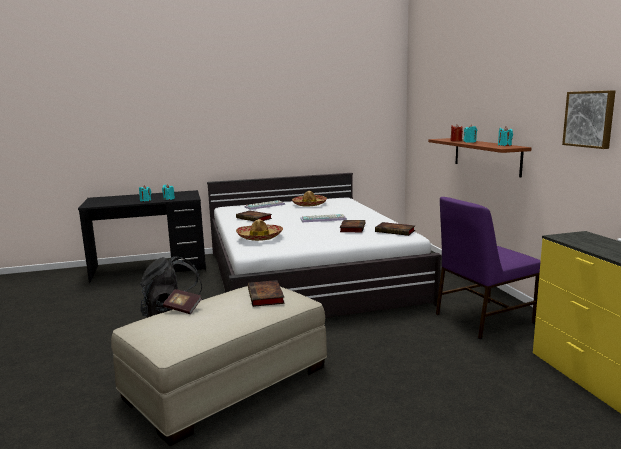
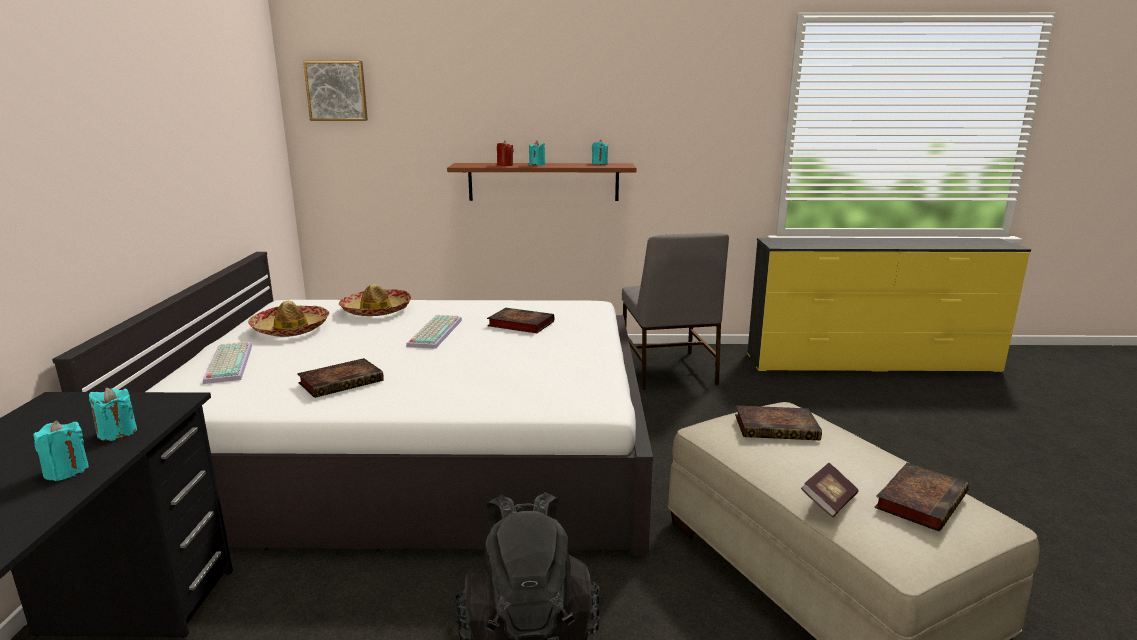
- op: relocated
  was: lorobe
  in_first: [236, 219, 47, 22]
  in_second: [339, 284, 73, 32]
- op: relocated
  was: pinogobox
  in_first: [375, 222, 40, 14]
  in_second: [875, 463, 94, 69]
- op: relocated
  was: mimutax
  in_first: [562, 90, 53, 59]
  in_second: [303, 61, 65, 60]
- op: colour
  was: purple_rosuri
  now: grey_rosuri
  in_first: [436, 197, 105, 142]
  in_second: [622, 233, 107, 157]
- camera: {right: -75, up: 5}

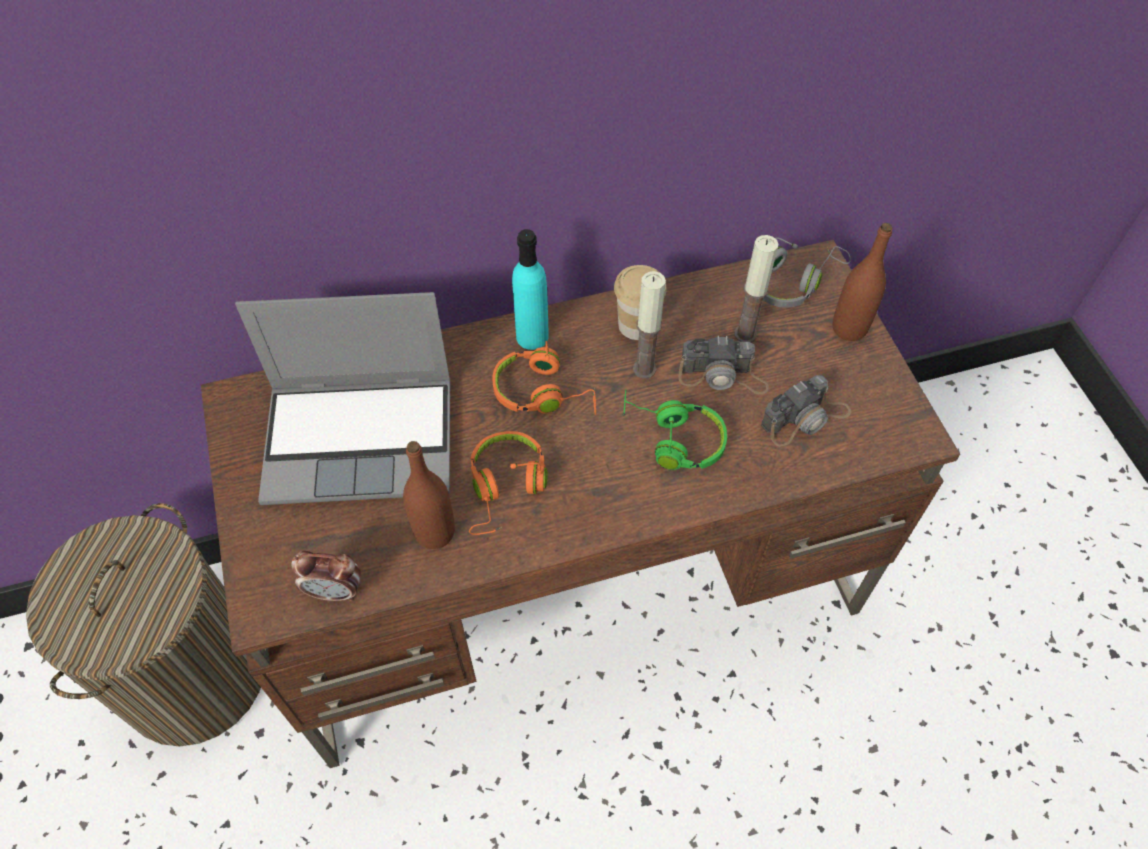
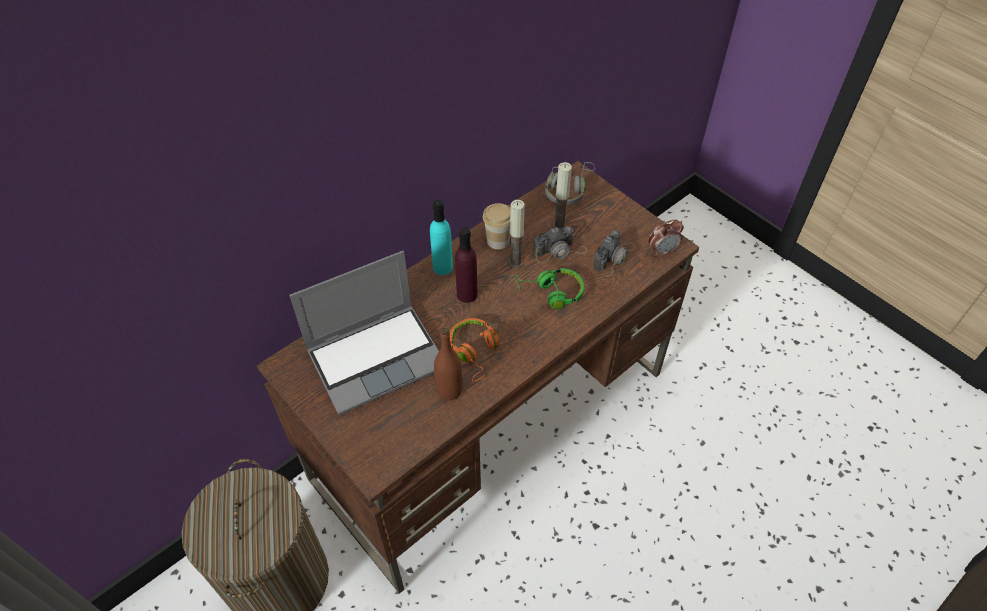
- op: missing
  was: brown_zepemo
  in_first: [833, 223, 59, 118]
- op: relocated
  was: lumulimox
  in_first: [291, 551, 70, 50]
  in_second: [648, 219, 36, 38]
- op: exchanged
  was: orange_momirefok
  now: purple_zepemo
  in_first: [492, 341, 104, 74]
  in_second: [455, 227, 22, 76]
- camera: {right: -25, up: -5}

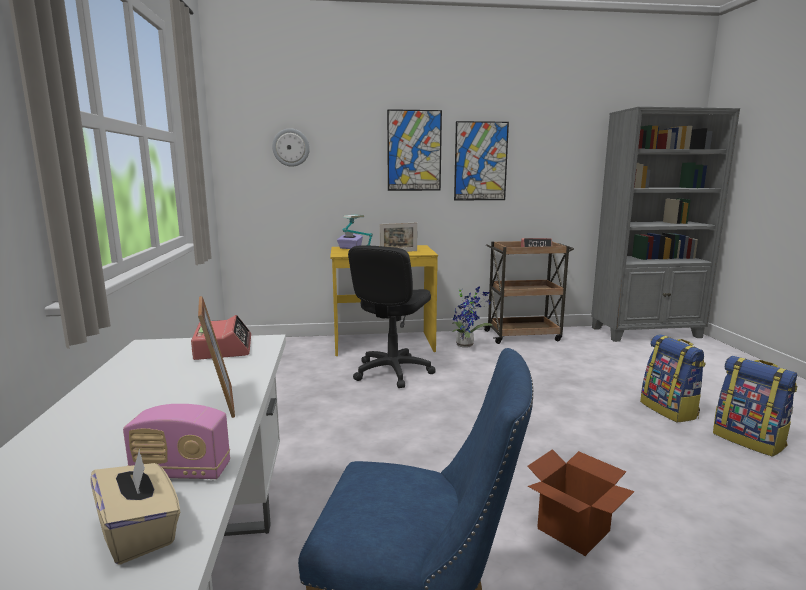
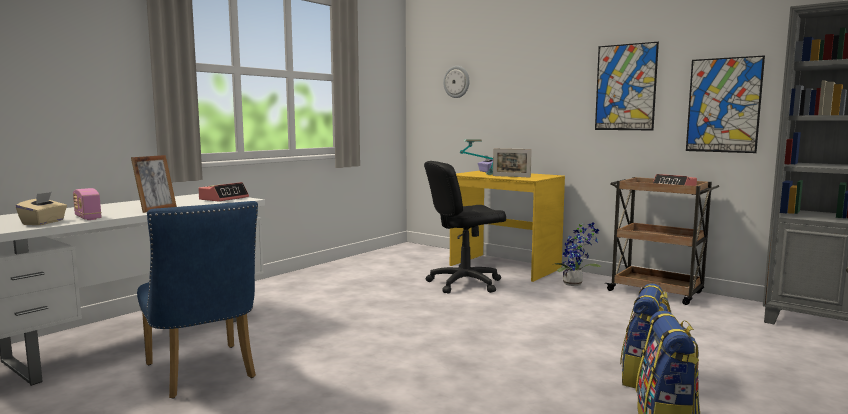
- op: missing
  was: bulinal
  in_first: [527, 449, 108, 107]
- op: relocated
  was: mimutax
  in_first: [387, 109, 55, 82]
  in_second: [686, 55, 79, 98]
- camera: {right: 45, up: -5}

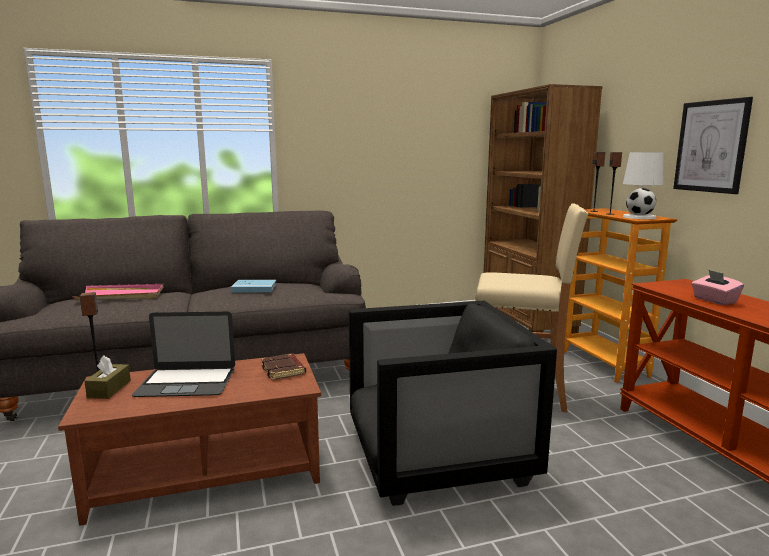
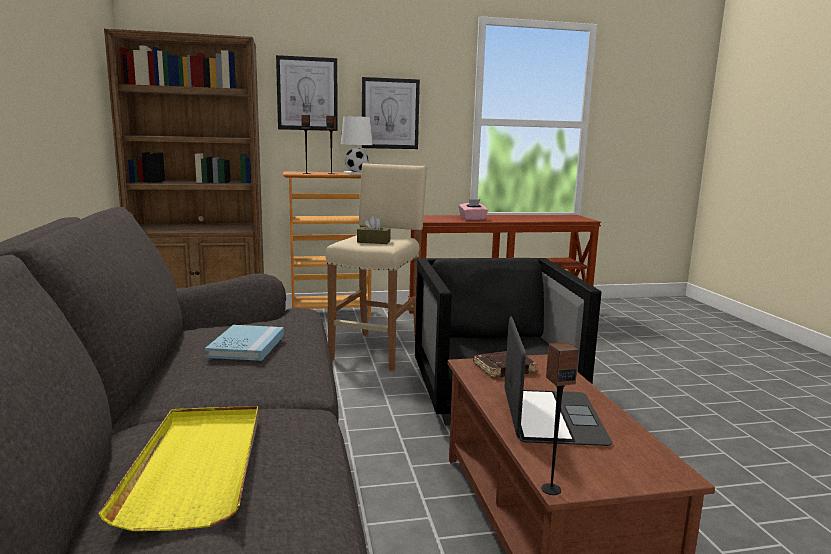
- op: appeared
  now: mimutax
  in_second: [276, 55, 62, 76]
- op: relocated
  was: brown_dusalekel
  in_first: [84, 356, 47, 43]
  in_second: [357, 216, 34, 28]
- op: colour
  was: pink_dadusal
  now: yellow_dadusal
  in_first: [73, 284, 90, 17]
  in_second: [99, 406, 159, 125]
- camera: {right: -85, up: 0}

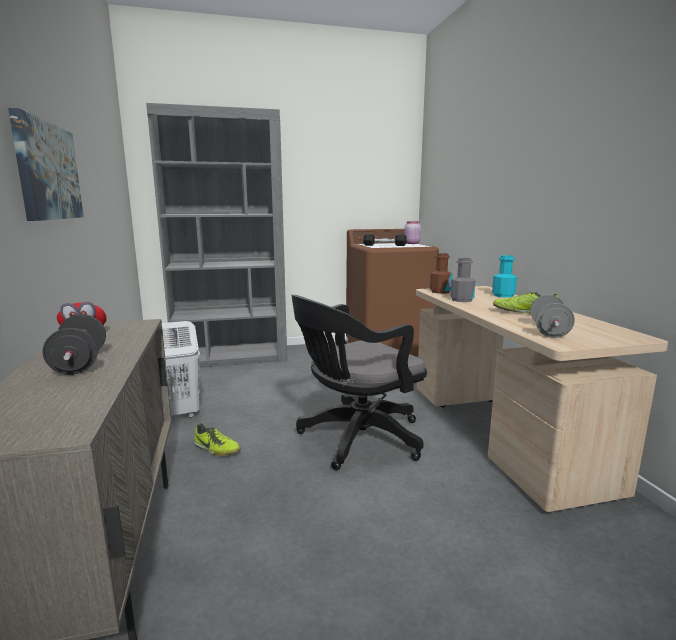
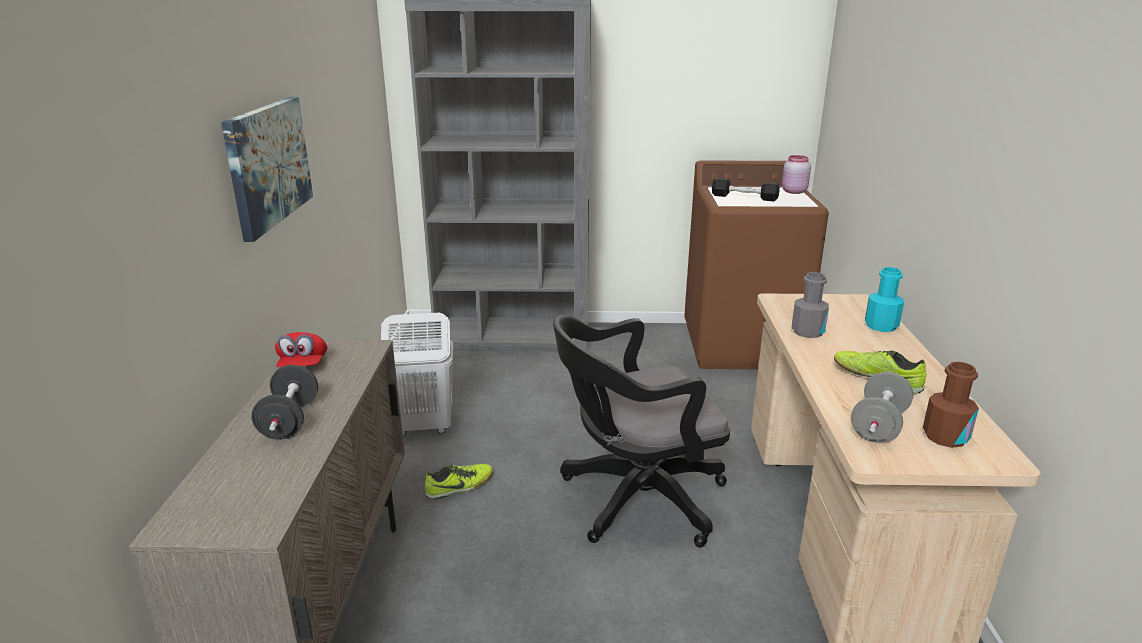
- op: relocated
  was: brown_zepemo
  in_first: [430, 253, 23, 41]
  in_second: [923, 362, 56, 86]
- op: spun
  was: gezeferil
  in_first: [194, 423, 47, 33]
  in_second: [425, 464, 68, 36]
  clockwise: -75
- camera: {right: 15, up: 10}

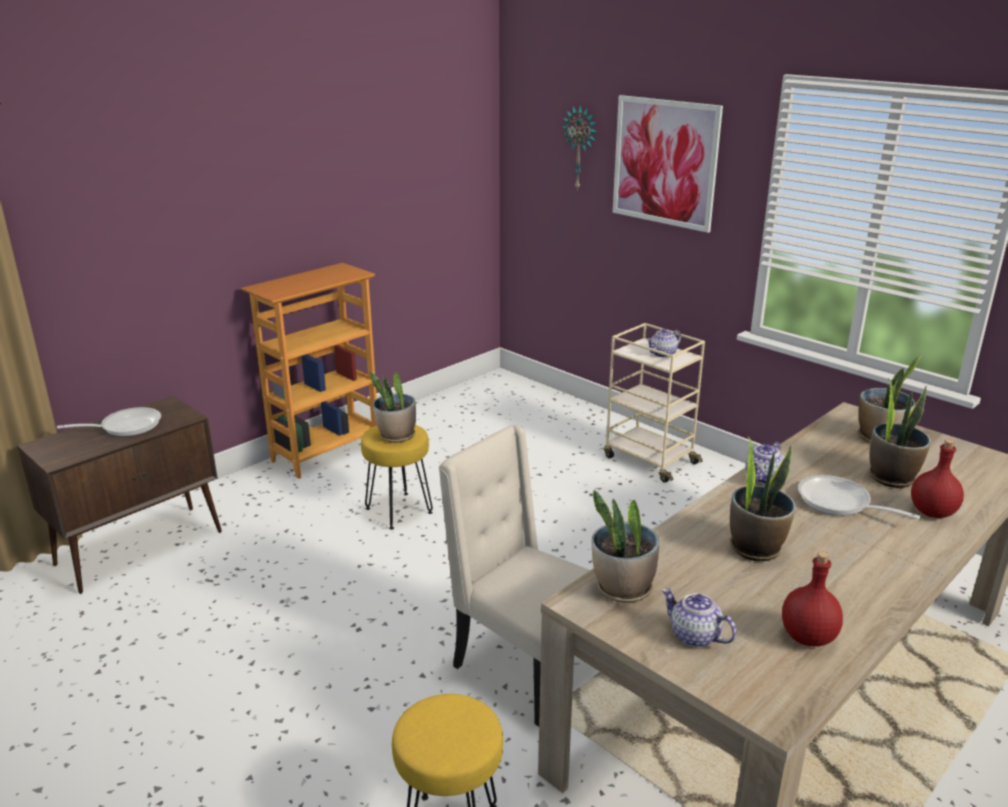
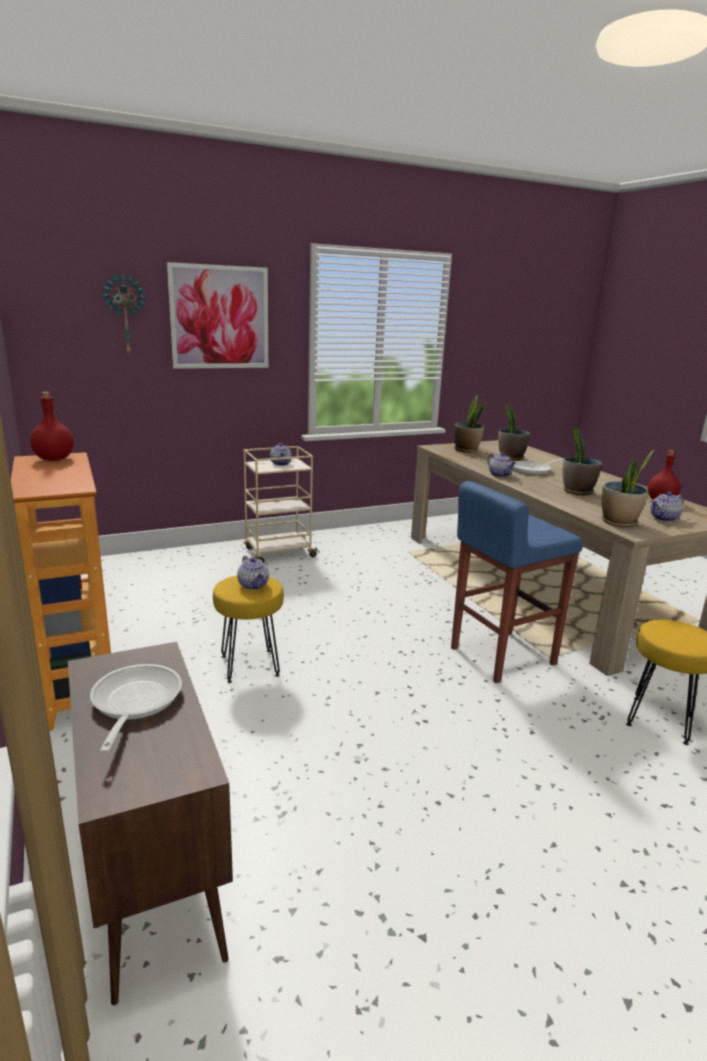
- op: relocated
  was: red_zepemo
  in_first: [911, 439, 53, 79]
  in_second: [30, 392, 43, 69]
- op: exchanged
  was: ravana
  now: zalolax
  in_first: [370, 371, 46, 72]
  in_second: [237, 556, 32, 34]
- op: exchanged
  was: beige_rosuri
  now: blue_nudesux
  in_first: [439, 425, 151, 302]
  in_second: [451, 481, 132, 202]
- camera: {right: -70, up: -5}

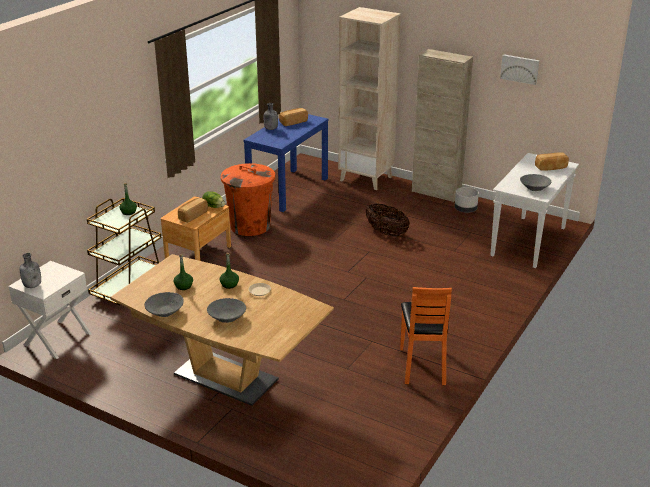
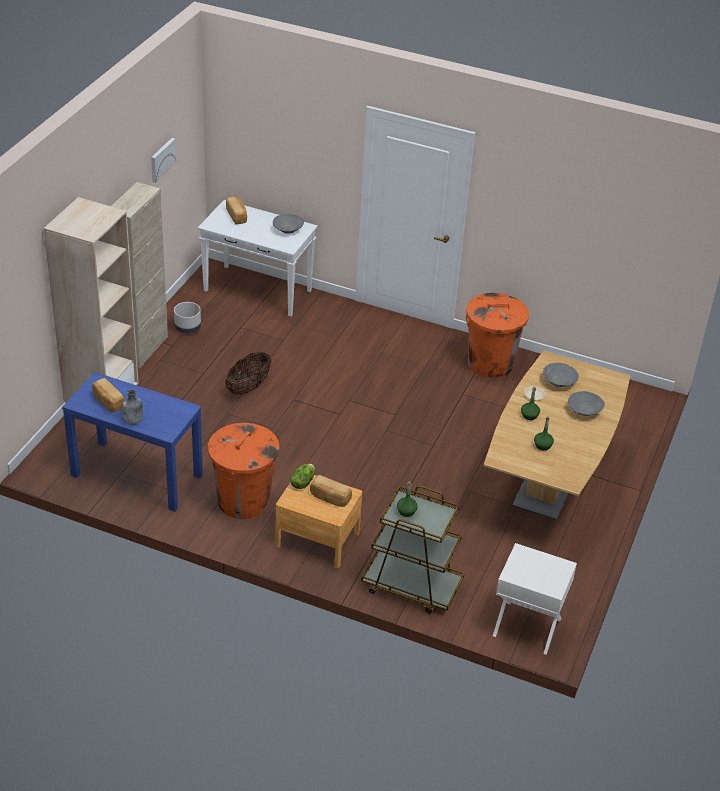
- op: missing
  was: grey_zepemo
  in_first: [20, 253, 21, 35]
- op: relocated
  was: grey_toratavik
  in_first: [144, 292, 40, 25]
  in_second: [543, 363, 36, 24]
- op: exchanged
  was: orange_rosuri
  now: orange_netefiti
  in_first: [400, 287, 52, 98]
  in_second: [466, 293, 63, 85]
- camera: {right: -100, up: 10}

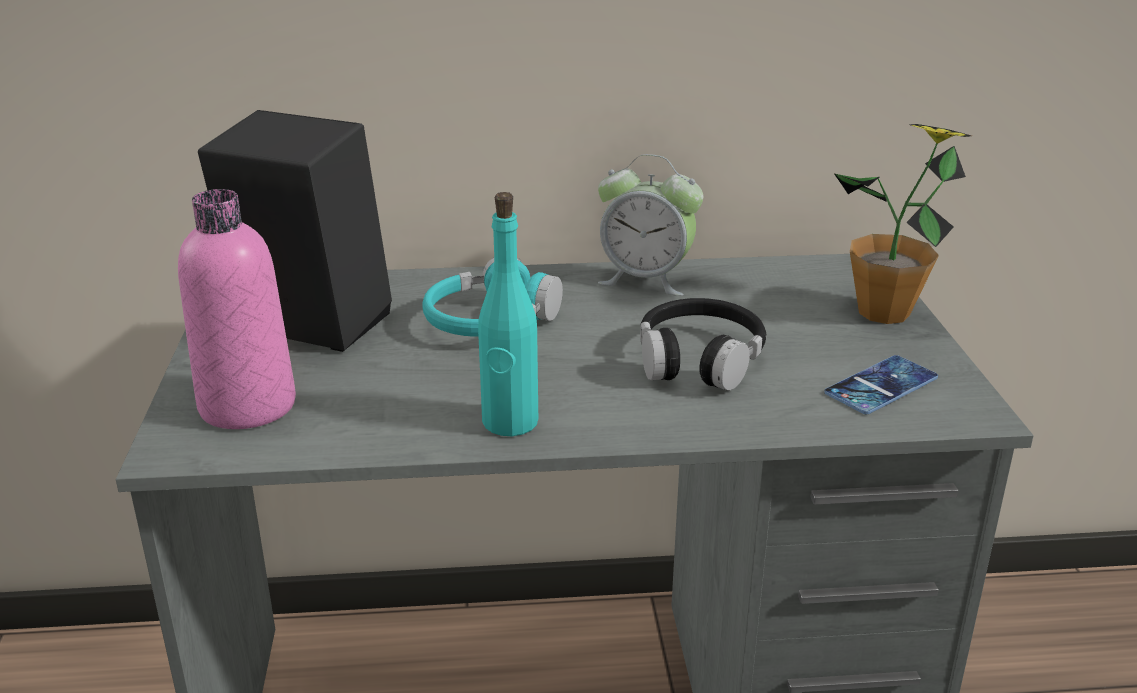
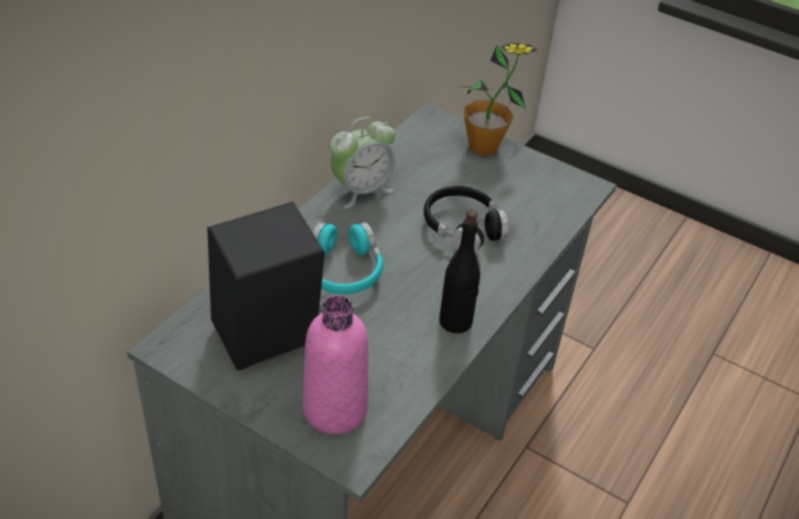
- op: missing
  was: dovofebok
  in_first: [824, 355, 114, 59]
- op: colour
  was: turquoise_zepemo
  now: black_zepemo
  in_first: [478, 192, 60, 244]
  in_second: [439, 209, 41, 124]
- camera: {right: -55, up: 15}

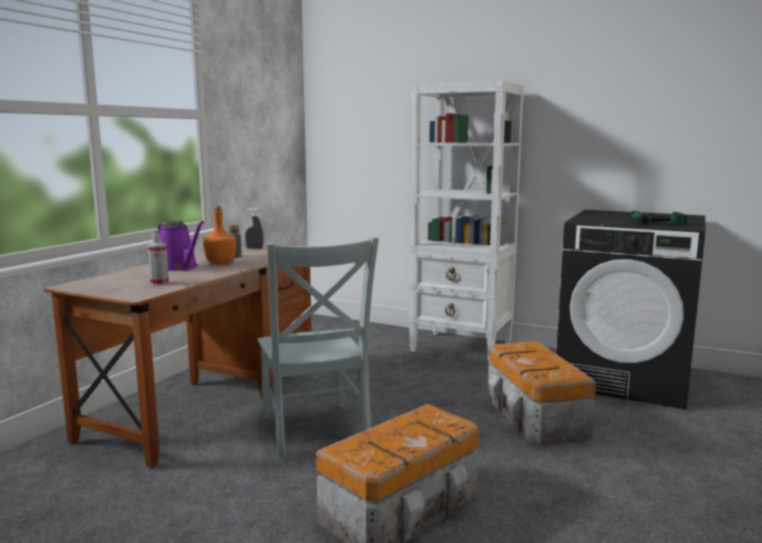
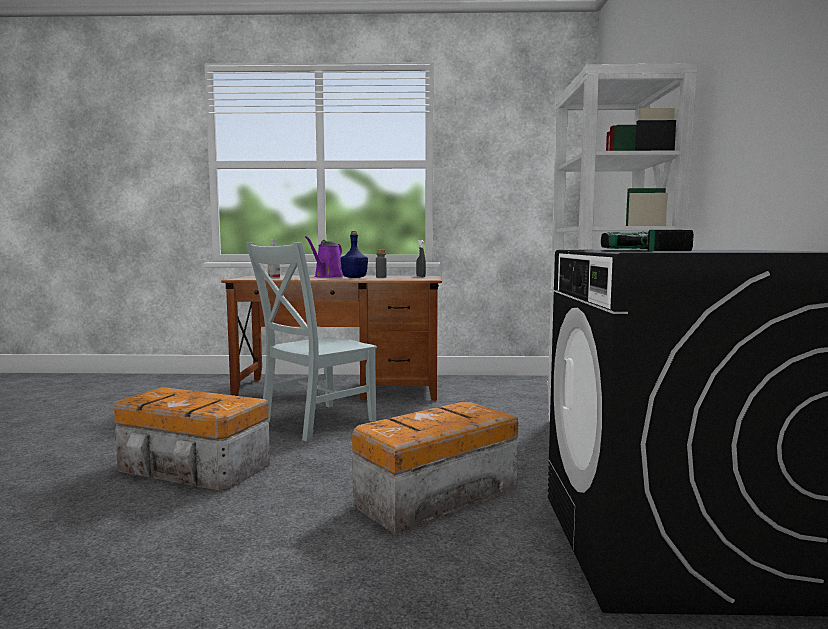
- op: colour
  was: orange_zepemo
  now: blue_zepemo
  in_first: [203, 206, 33, 58]
  in_second: [340, 231, 28, 47]
- camera: {right: 65, up: -5}

